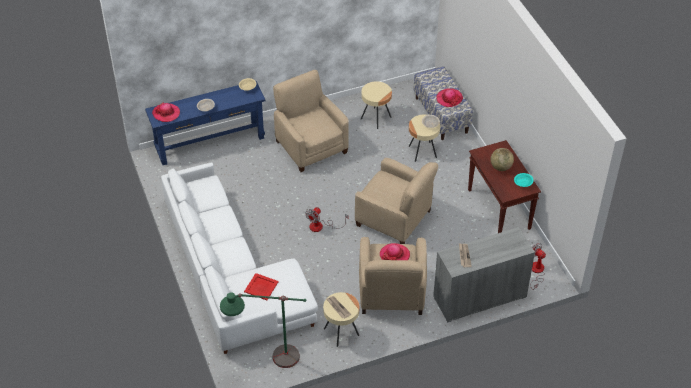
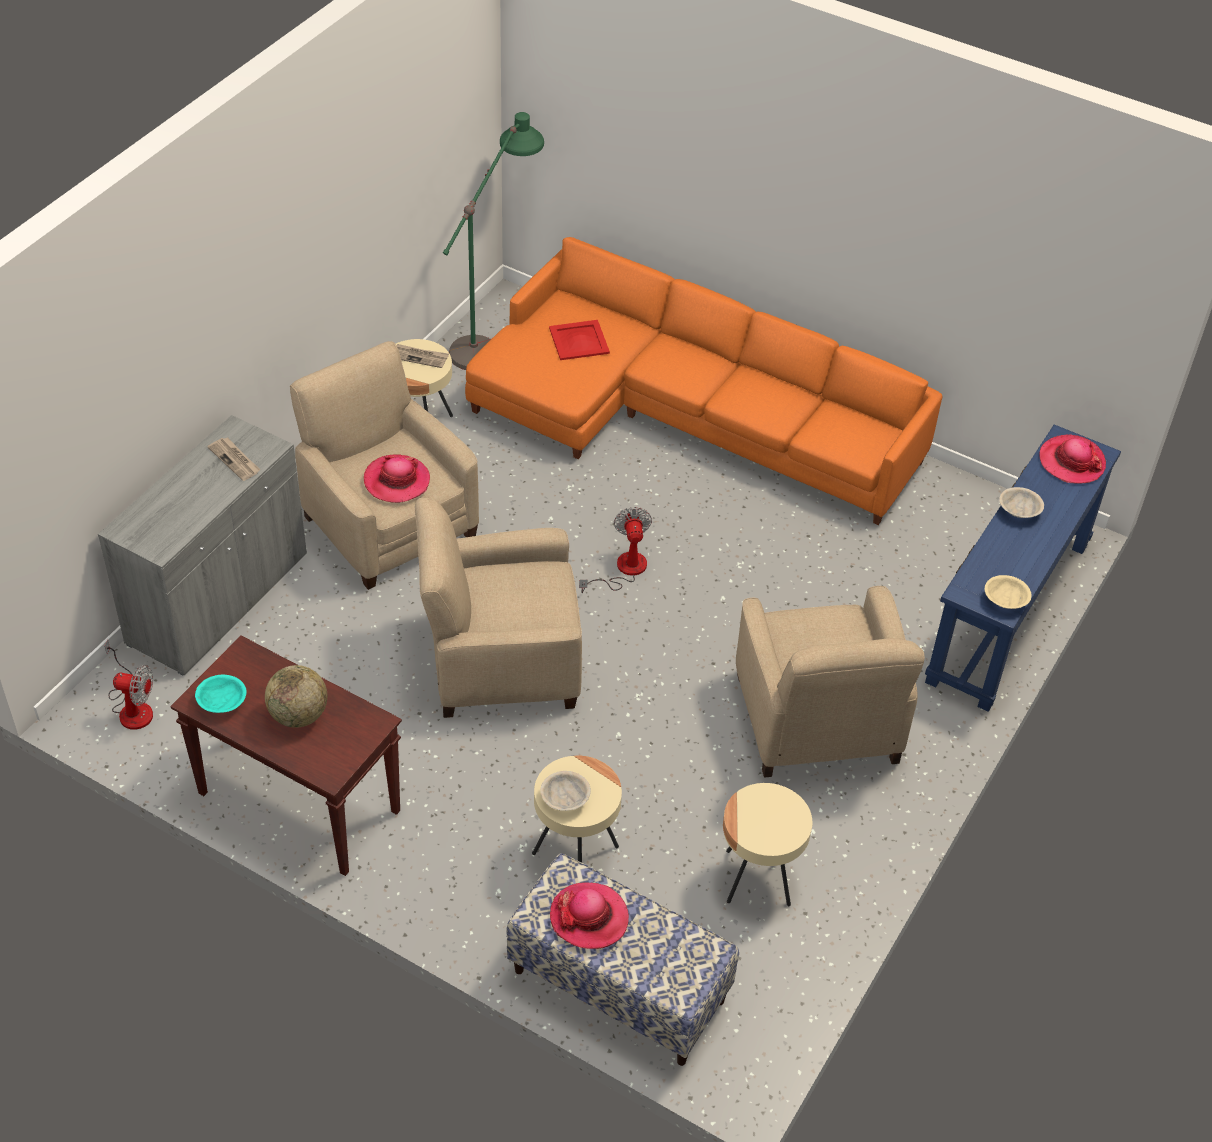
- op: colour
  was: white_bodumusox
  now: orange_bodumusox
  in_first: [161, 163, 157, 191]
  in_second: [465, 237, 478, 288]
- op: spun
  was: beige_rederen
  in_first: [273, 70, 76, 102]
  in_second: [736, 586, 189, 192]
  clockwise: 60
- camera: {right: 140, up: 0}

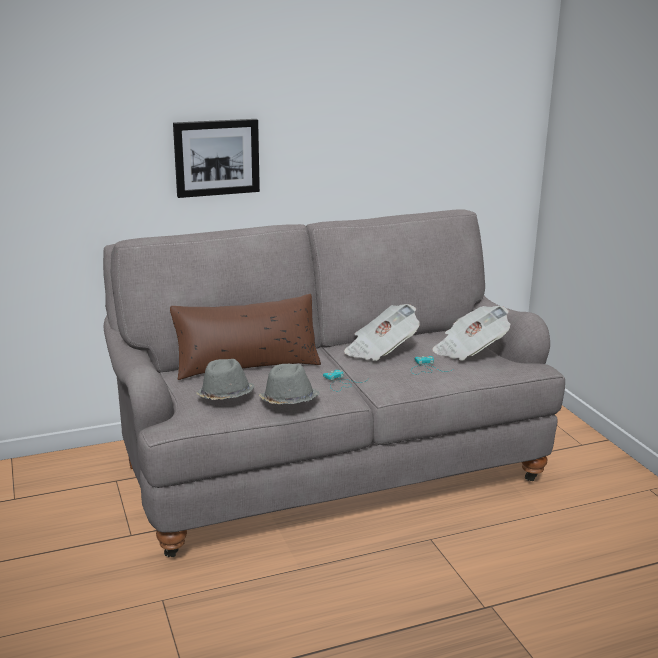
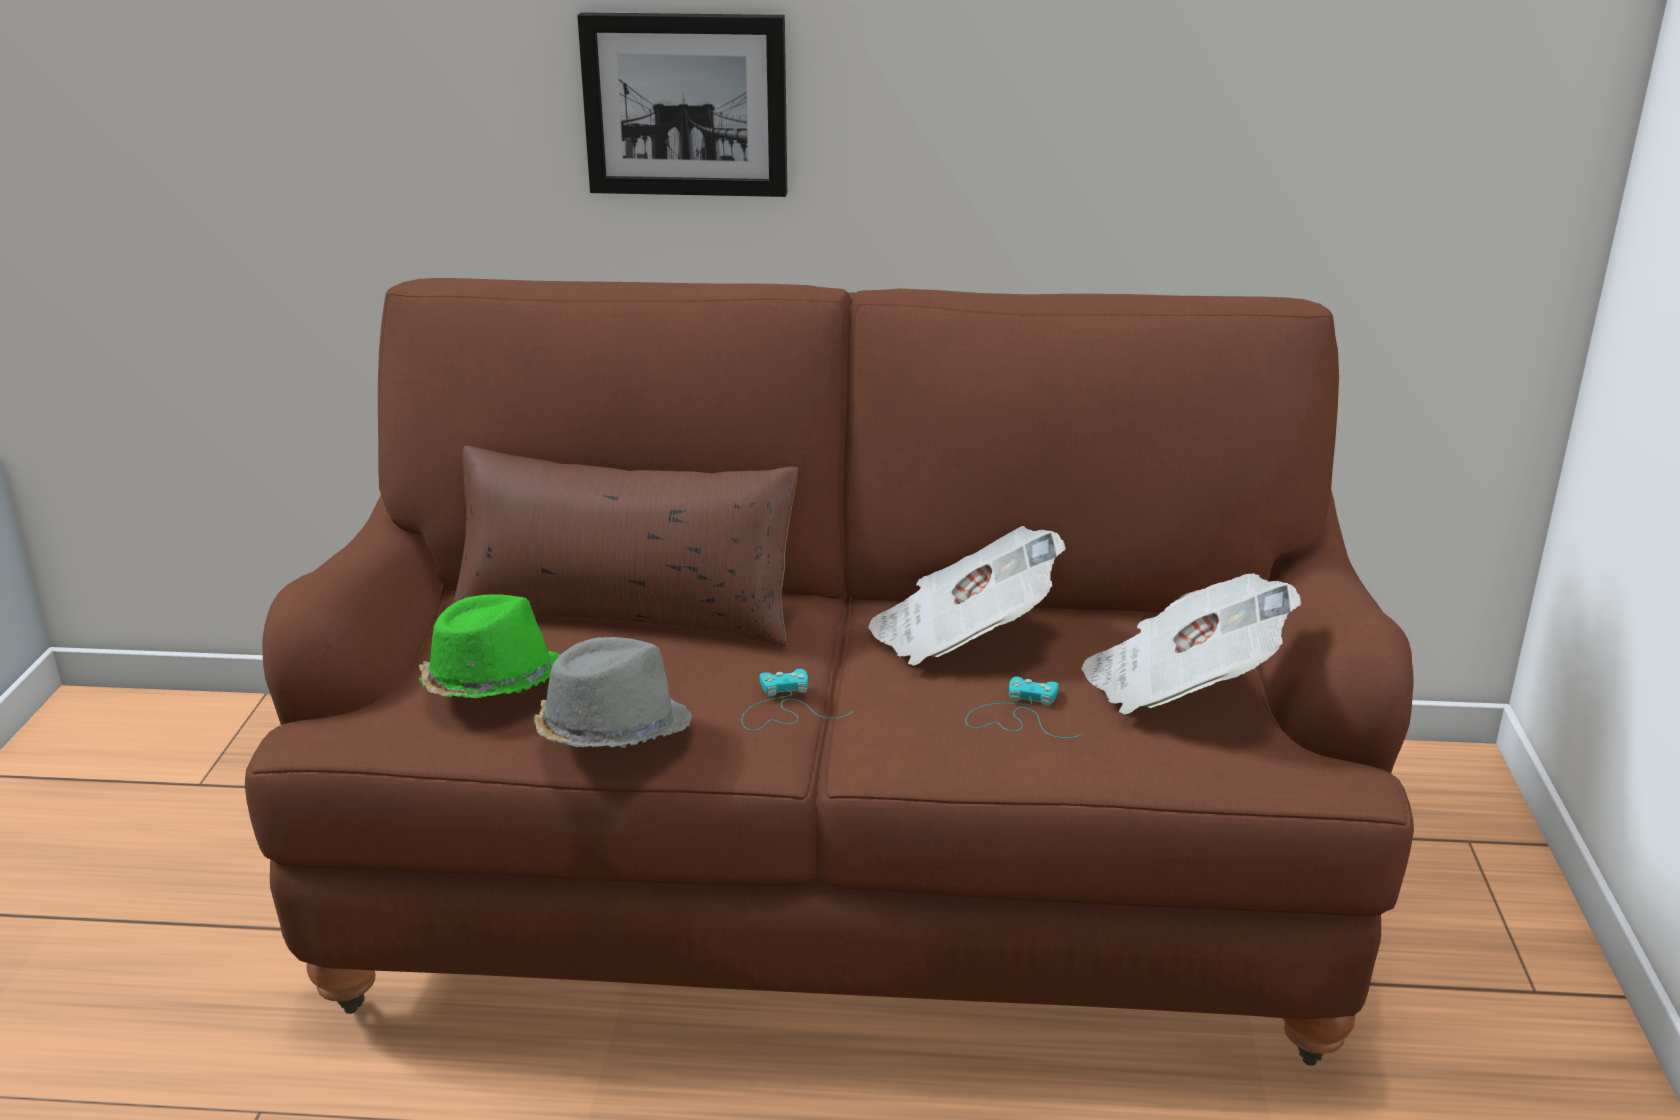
- op: colour
  was: grey_bodumusox
  now: brown_bodumusox
  in_first: [103, 209, 462, 348]
  in_second: [245, 278, 1169, 788]
- op: colour
  was: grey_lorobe
  now: green_lorobe
  in_first: [196, 359, 58, 41]
  in_second: [419, 594, 141, 104]
- camera: {right: 25, up: 5}

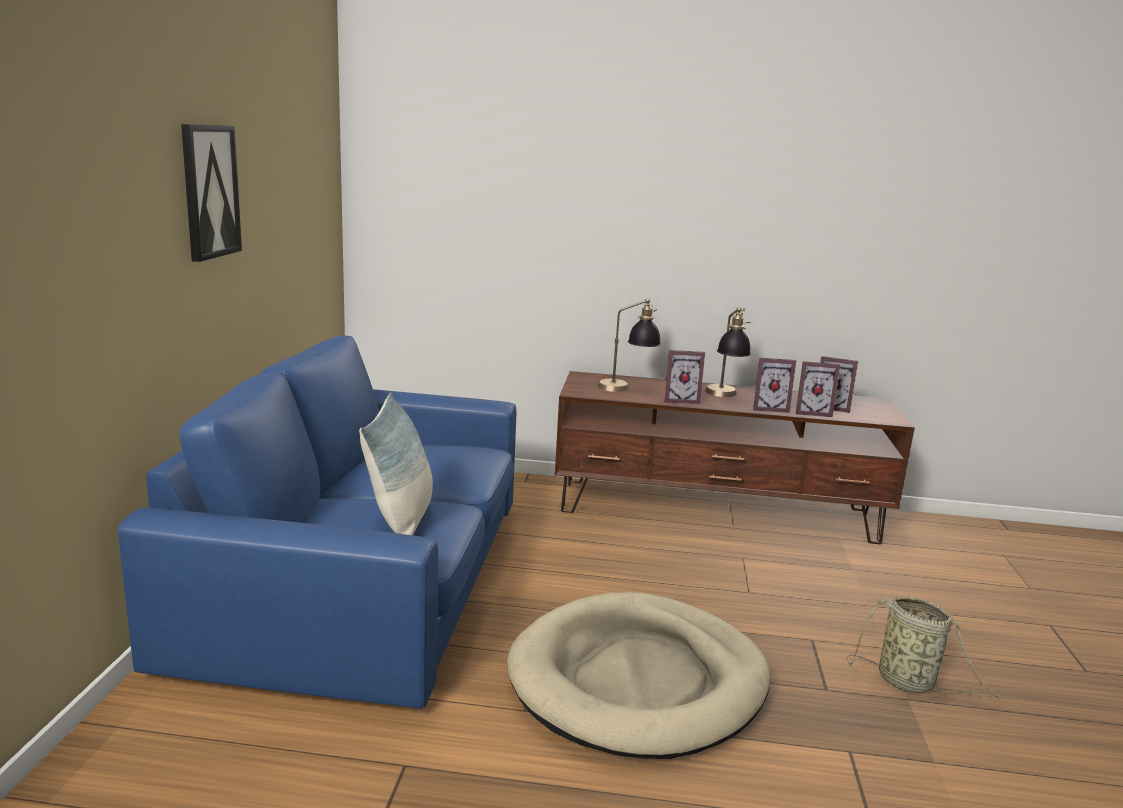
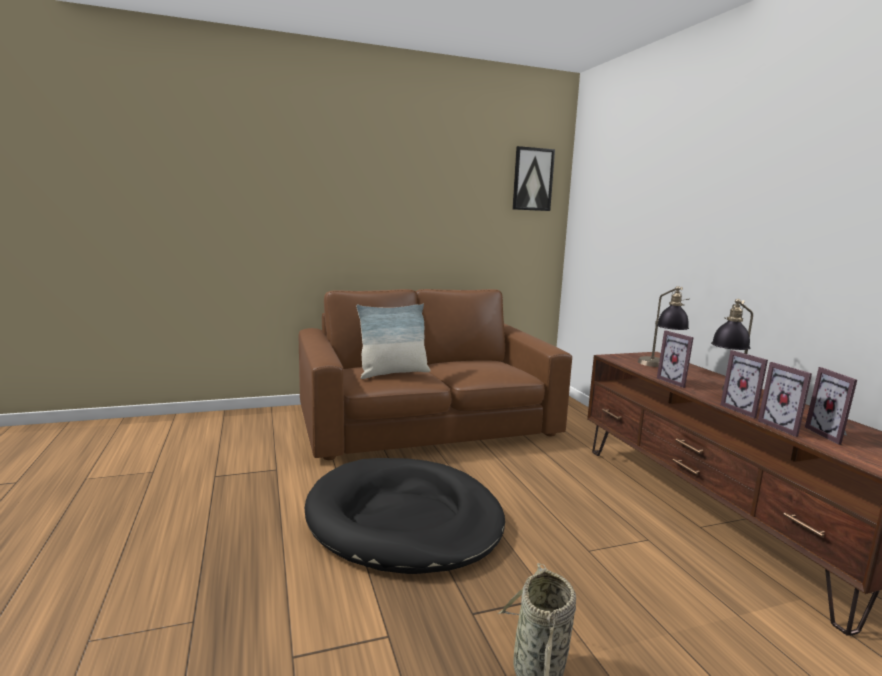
- op: relocated
  was: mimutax
  in_first: [181, 124, 61, 138]
  in_second: [512, 146, 43, 65]
- op: colour
  was: blue_bodumusox
  now: brown_bodumusox
  in_first: [118, 336, 398, 373]
  in_second: [299, 289, 273, 171]
- op: colour
  was: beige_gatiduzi
  now: black_gatiduzi
  in_first: [507, 592, 263, 167]
  in_second: [305, 458, 200, 116]
- camera: {right: 65, up: -5}

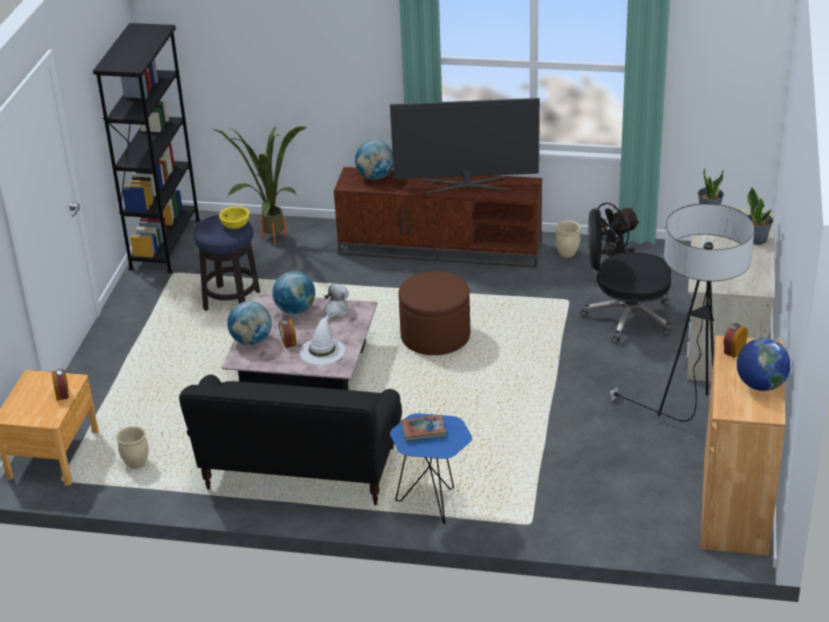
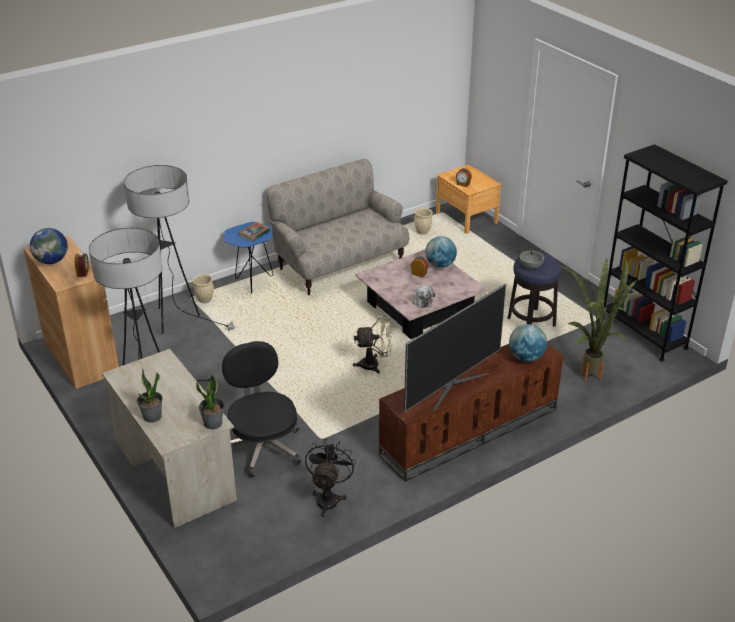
- op: missing
  was: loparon
  in_first: [272, 271, 43, 43]
- op: missing
  was: white_lorobe
  in_first: [300, 315, 45, 50]
- op: appeared
  now: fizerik
  in_second: [124, 165, 112, 169]
- op: relocated
  was: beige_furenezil
  in_first: [555, 221, 26, 37]
  in_second: [193, 274, 21, 29]
- op: exchanged
  was: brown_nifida
  now: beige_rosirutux
  in_first: [399, 271, 71, 84]
  in_second: [353, 315, 39, 59]
- op: colour
  was: black_bodumusox
  now: beige_bodumusox
  in_first: [179, 374, 223, 131]
  in_second: [266, 159, 143, 136]
- op: colour
  was: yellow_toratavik
  now: grey_toratavik
  in_first: [219, 206, 30, 23]
  in_second: [520, 251, 24, 18]
- op: spun
  was: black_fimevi
  in_first: [580, 209, 91, 135]
  in_second: [222, 341, 79, 137]
  clockwise: -75
- camera: {right: 135, up: 0}

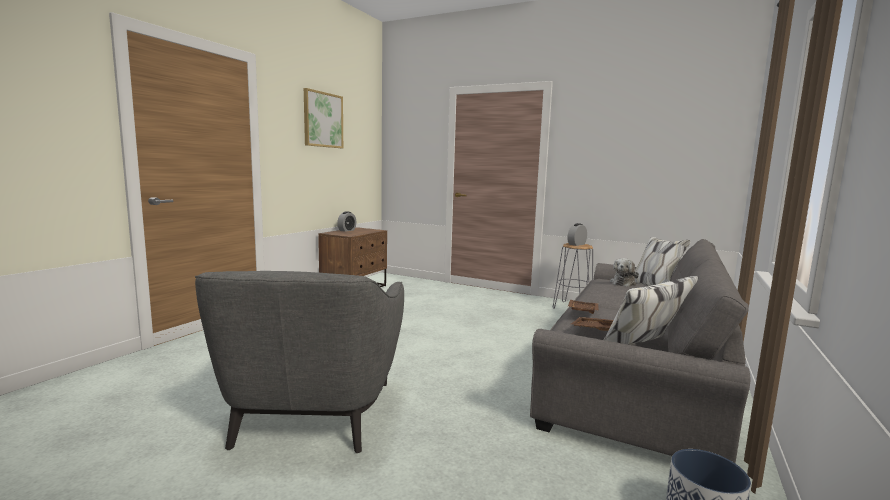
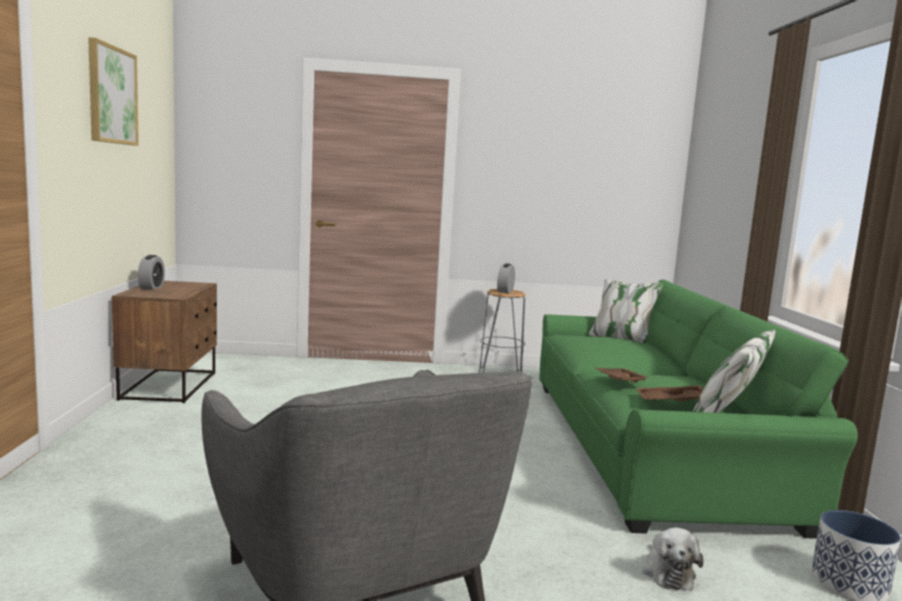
- op: relocated
  was: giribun
  in_first: [610, 258, 29, 29]
  in_second: [643, 527, 61, 64]
- op: colour
  was: grey_bodumusox
  now: green_bodumusox
  in_first: [530, 237, 220, 226]
  in_second: [539, 279, 319, 260]
- camera: {right: -30, up: 0}

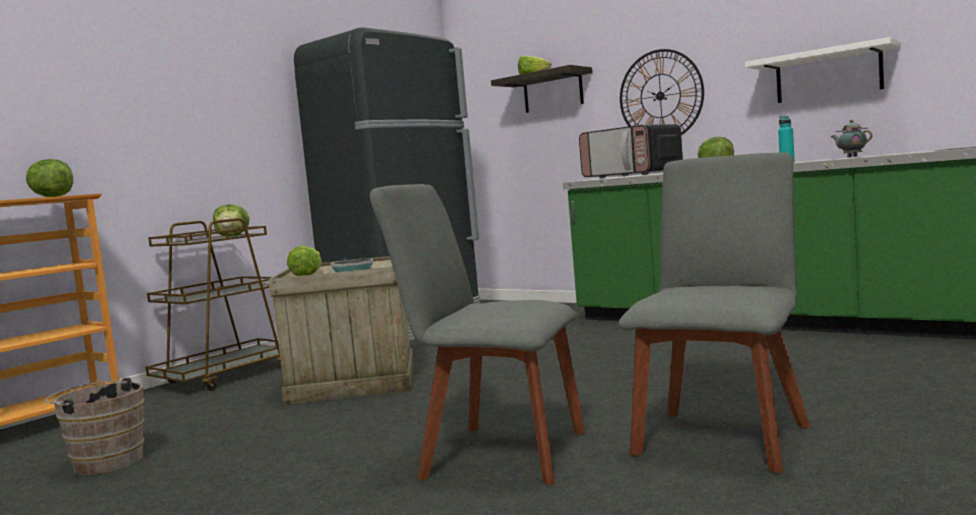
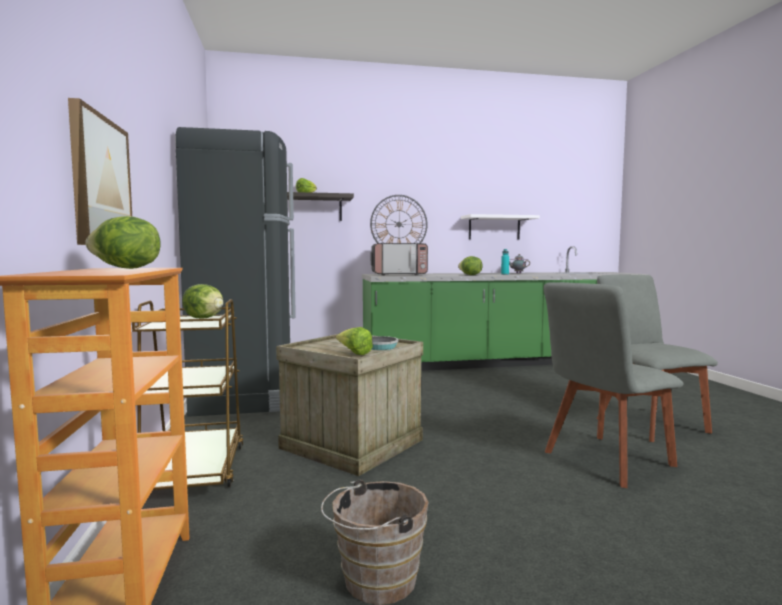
- op: appeared
  now: mimutax
  in_second: [68, 98, 64, 147]
- camera: {right: -50, up: 0}

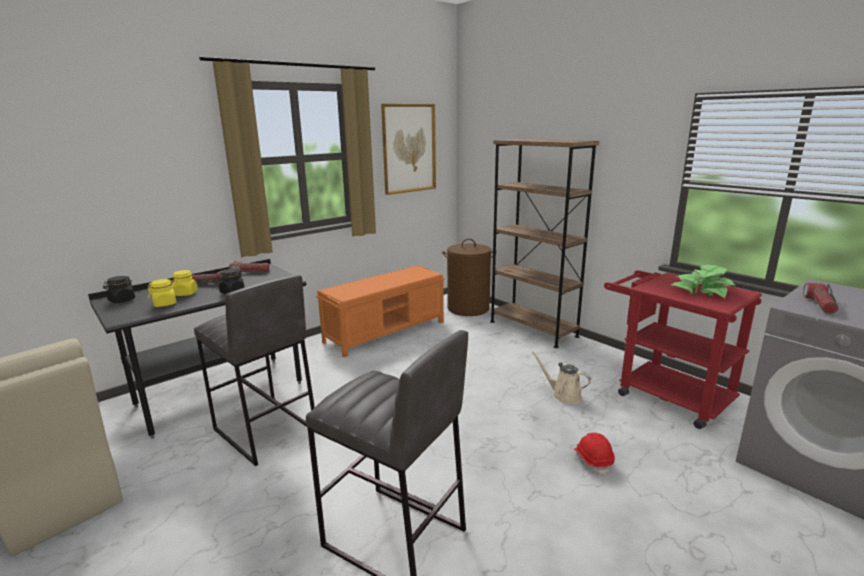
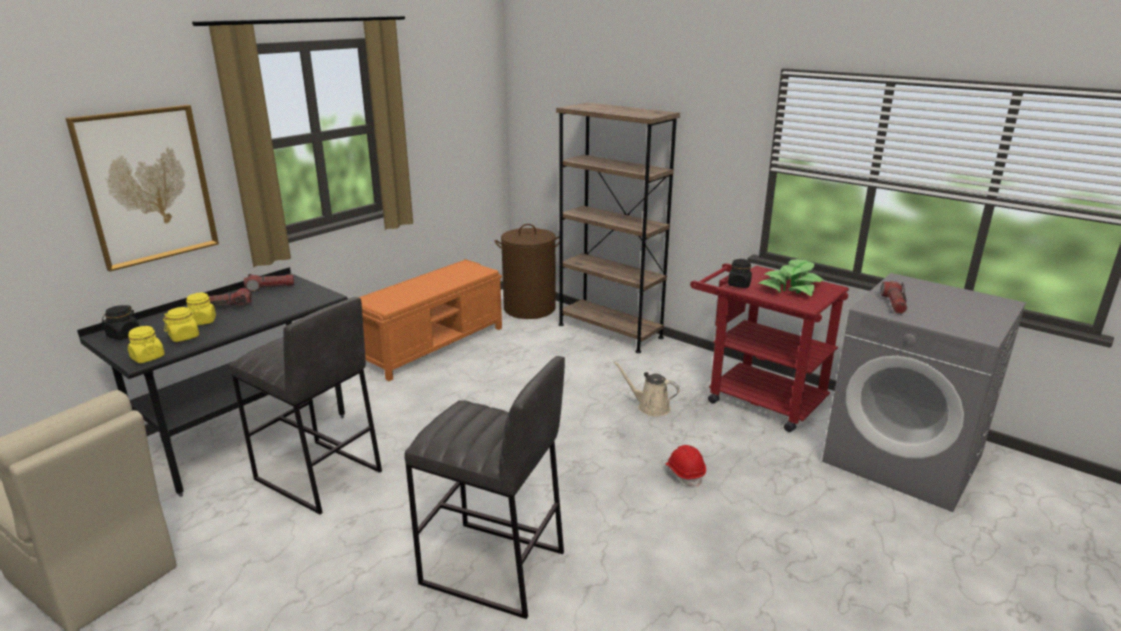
- op: appeared
  now: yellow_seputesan
  in_second: [128, 326, 37, 37]
- op: relocated
  was: black_seputesan
  in_first: [218, 269, 27, 25]
  in_second: [728, 259, 24, 29]
- op: relocated
  was: mimutax
  in_first: [381, 104, 55, 91]
  in_second: [65, 105, 154, 167]
- camera: {right: -10, up: 5}

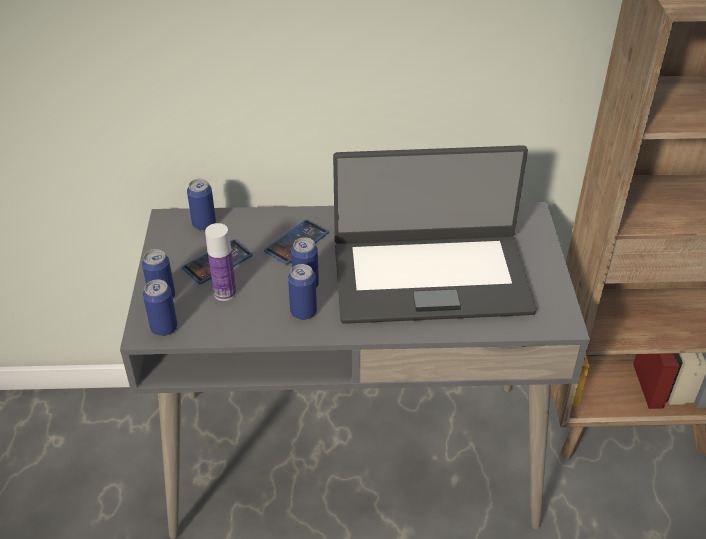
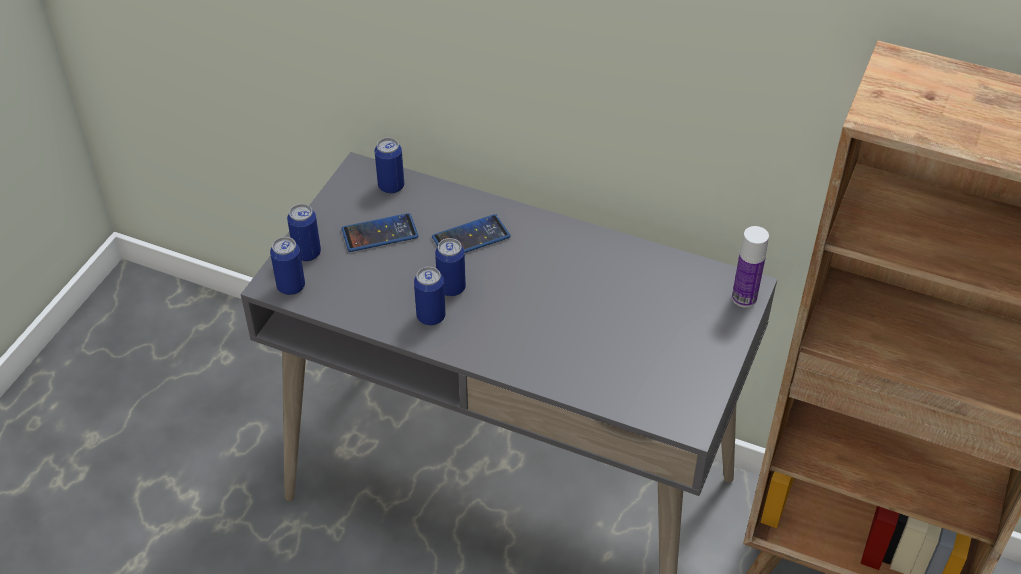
- op: missing
  was: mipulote
  in_first: [333, 145, 204, 179]
- op: relocated
  was: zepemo
  in_first: [205, 223, 31, 78]
  in_second: [732, 226, 37, 82]
- camera: {right: 25, up: 5}

